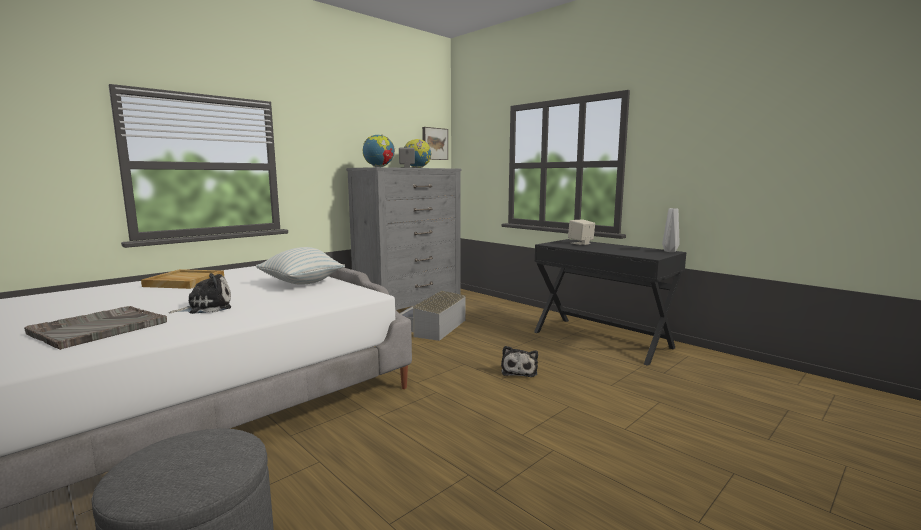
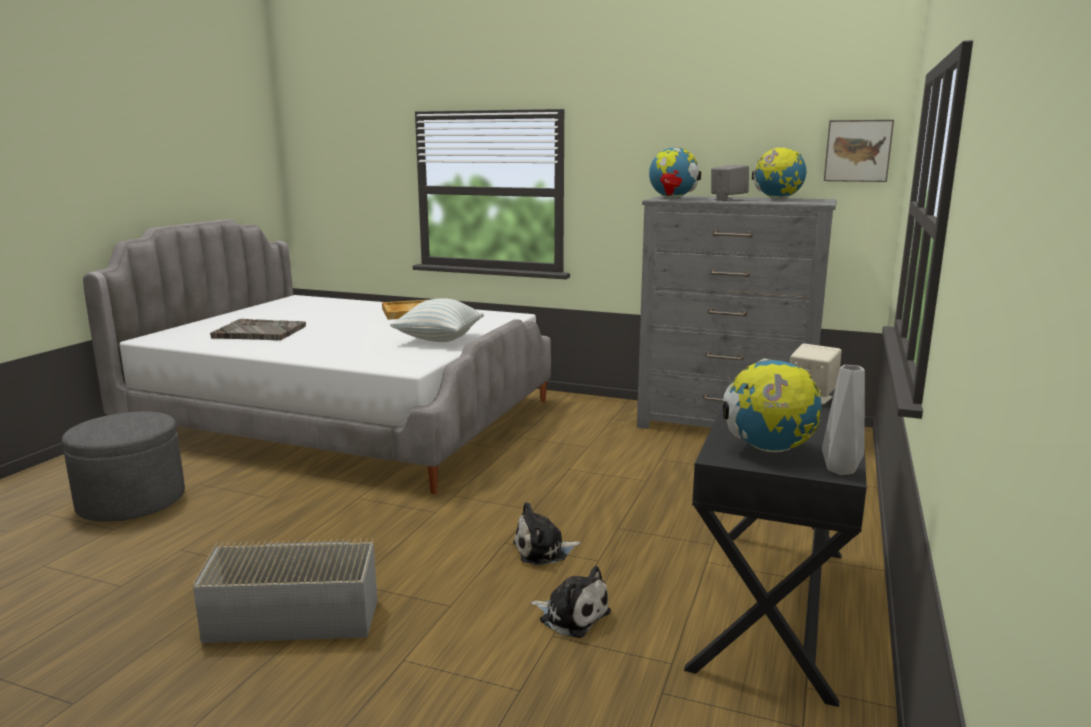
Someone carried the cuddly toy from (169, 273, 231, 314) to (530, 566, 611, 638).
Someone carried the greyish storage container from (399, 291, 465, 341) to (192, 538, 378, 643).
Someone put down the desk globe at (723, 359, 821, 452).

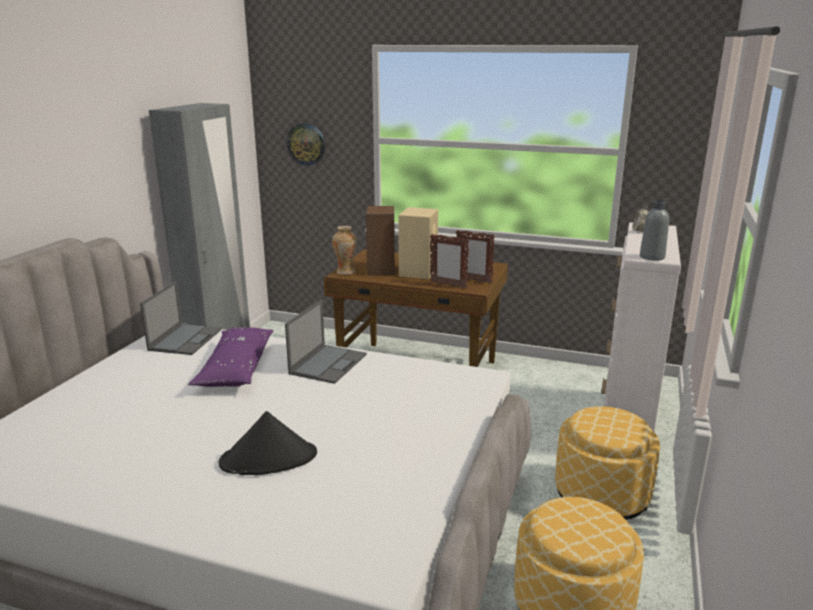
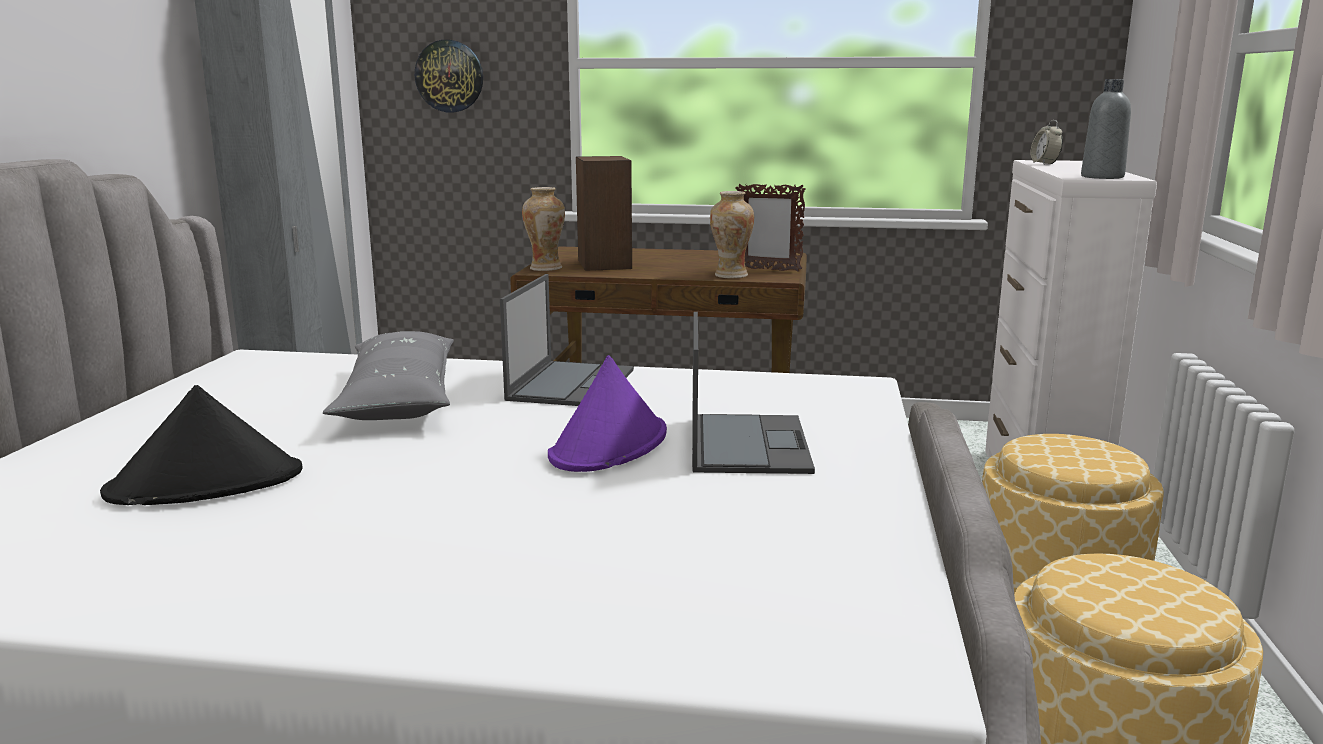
Someone took away the beige-coloured speaker at (398, 207, 438, 279).
Someone swapped the picture frame at (430, 234, 469, 289) for the decorative vase at (710, 191, 754, 278).
Someone carried the notebook computer from (140, 281, 222, 355) to (692, 312, 815, 474).
Someone repainted the purple-coloured throw pillow at (188, 327, 274, 387), which became the greyish throw pillow at (323, 331, 454, 420).
Someone carried the black-coloured clothing hat from (218, 411, 317, 475) to (100, 385, 302, 505).
Someone put down the purple-coloured clothing hat at (548, 355, 667, 472).

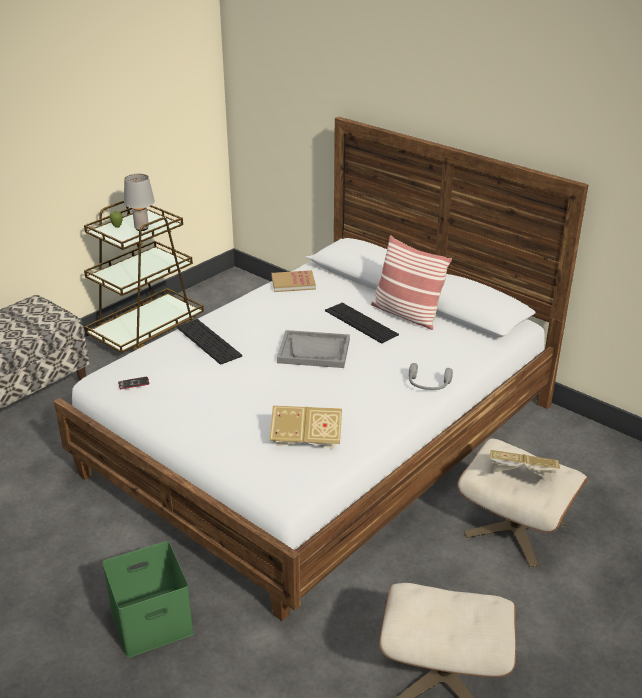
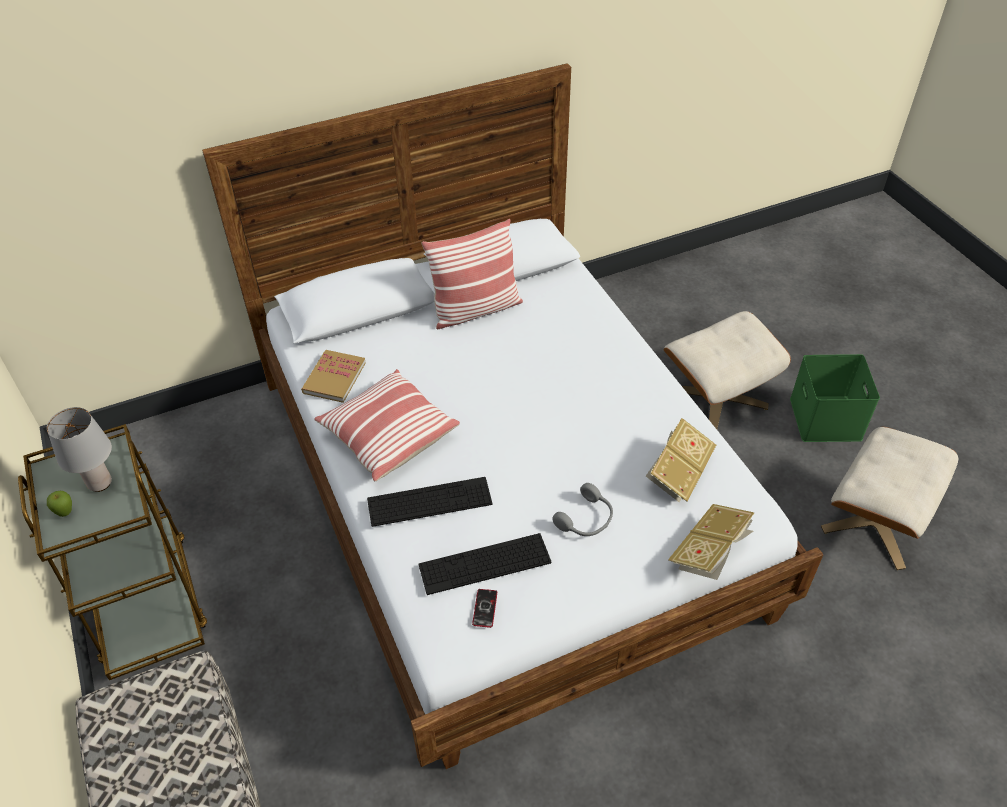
Someone carried the computer keyboard from (325, 303, 399, 344) to (418, 533, 551, 595).
Someone took away the greyish tray at (277, 330, 350, 368).
Someone carried the greyish pair of headphones from (409, 363, 453, 390) to (553, 483, 613, 536).
Someone carried the book from (489, 450, 560, 482) to (668, 504, 754, 580).
Someone carried the greenish storage container from (102, 541, 194, 658) to (790, 354, 880, 442).
Someone put down the throw pillow at (314, 369, 460, 481).

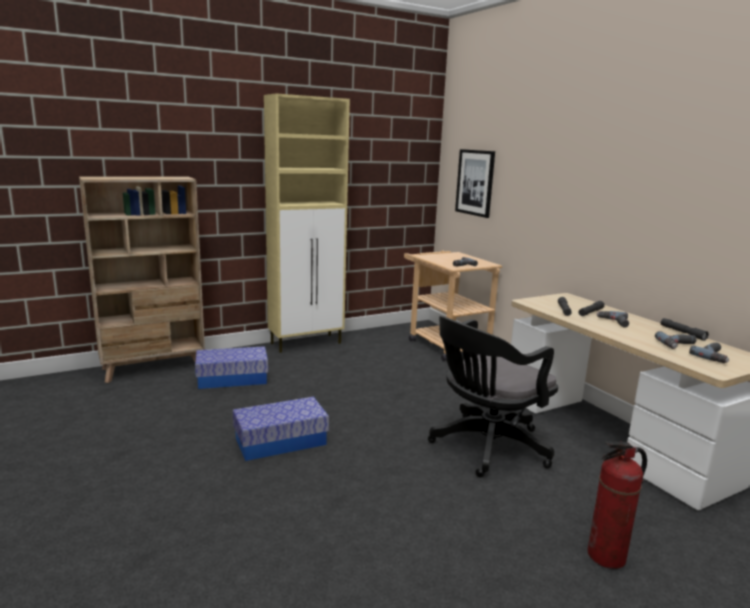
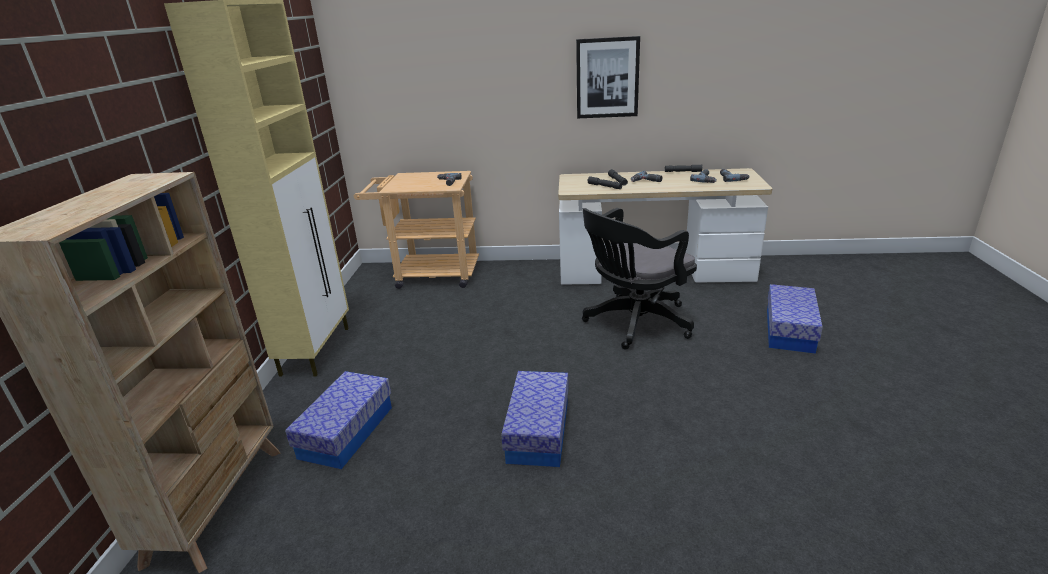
Someone carried the wall art from (455, 149, 495, 218) to (576, 36, 640, 119).
Someone rotated the black-coloured office chair at (428, 316, 558, 478) by 60 degrees clockwise.
Someone swapped the extinguisher at (587, 441, 647, 569) for the storage container at (767, 284, 823, 354).

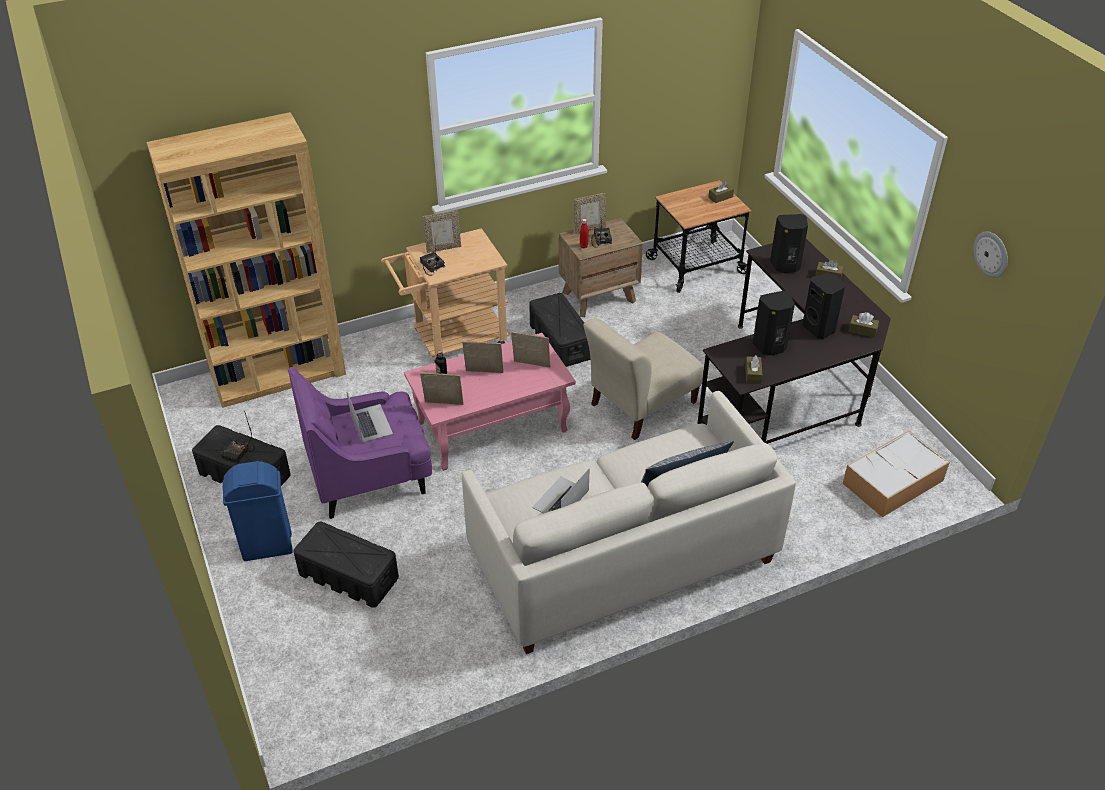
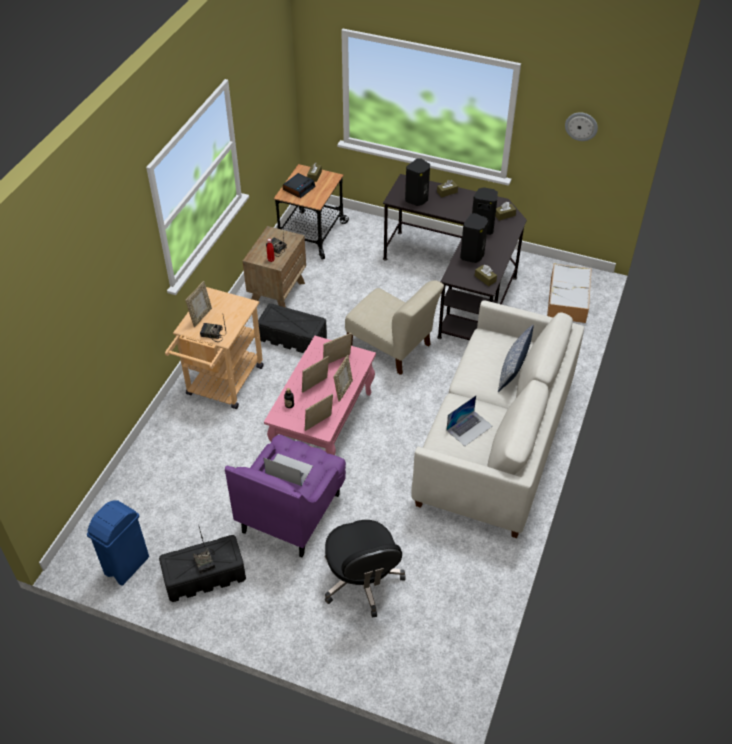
Someone took away the brown shelving unit at (147, 112, 346, 408).
Someone carried the picture frame from (574, 193, 606, 234) to (333, 355, 353, 402).
Someone rotated the beige-coloured plain chair at (583, 318, 704, 440) by 60 degrees counterclockwise.
Someone carried the blue waste bin from (223, 461, 293, 561) to (87, 501, 149, 586).
Someone rotated the notebook computer at (532, 468, 590, 514) by 120 degrees counterclockwise.
Someone swapped the black-coloured storage container at (293, 521, 399, 608) for the black-coloured office chair at (325, 520, 406, 617).
Someone put down the bedside clock at (283, 173, 315, 198).

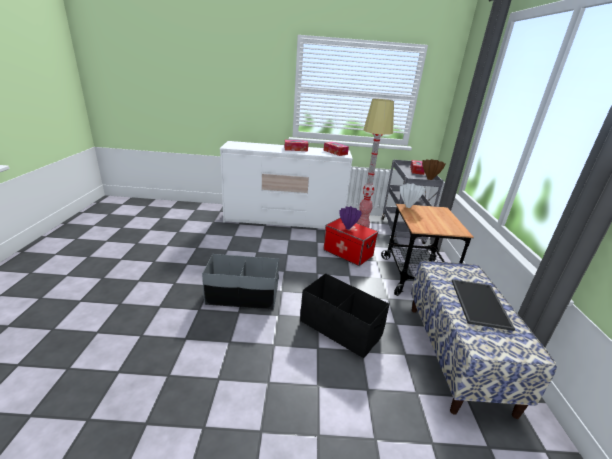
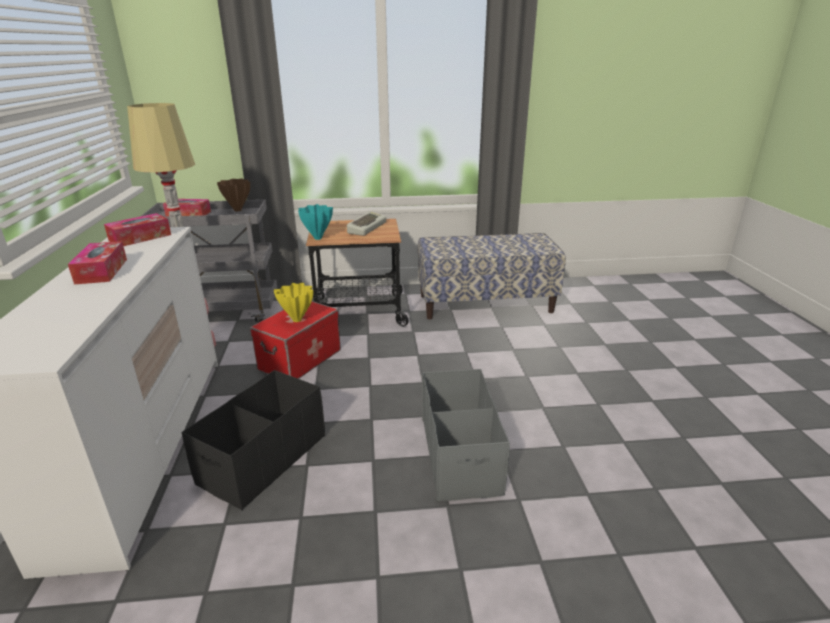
Someone repainted the white-coloured decorative vase at (400, 183, 425, 208), which became the blue-green decorative vase at (298, 204, 333, 240).
Someone repainted the purple-coloured decorative vase at (339, 206, 362, 229), which became the yellowish decorative vase at (274, 283, 314, 322).
Someone carried the black-coloured storage container from (300, 273, 389, 358) to (181, 370, 325, 510).
Someone took away the tray at (452, 279, 515, 331).
Someone put down the computer keyboard at (347, 212, 386, 236).

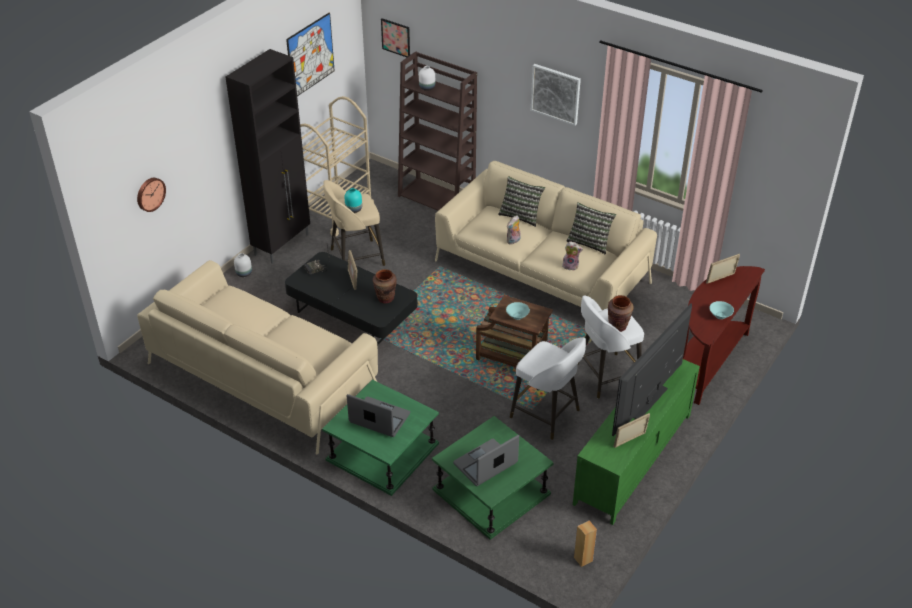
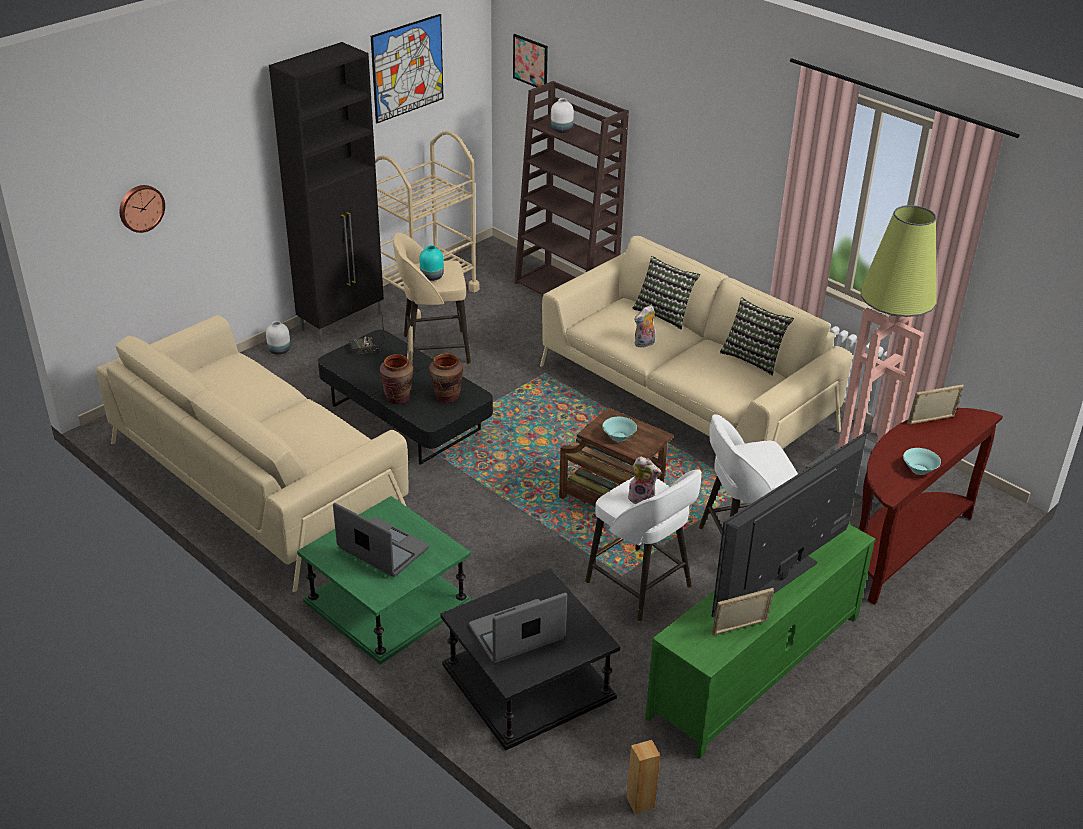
Someone took away the wall art at (531, 64, 581, 126).
Someone carried the cuddly toy from (562, 241, 583, 270) to (628, 456, 661, 504).
Someone carried the brown decorative vase from (608, 295, 634, 332) to (380, 354, 413, 404).
Someone repainted the greenish side table at (432, 416, 554, 540), which became the black-coloured side table at (440, 569, 620, 750).
Someone put down the standard lamp at (806, 205, 937, 508).

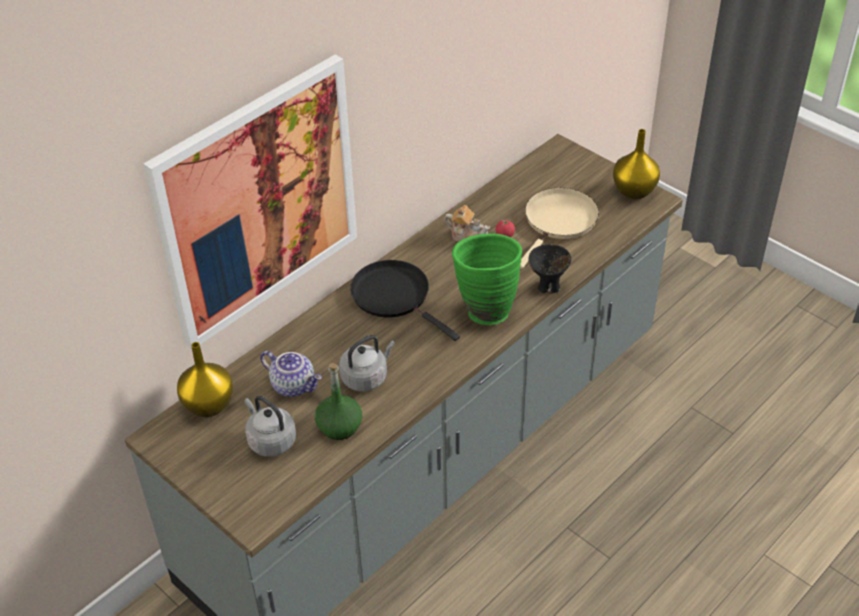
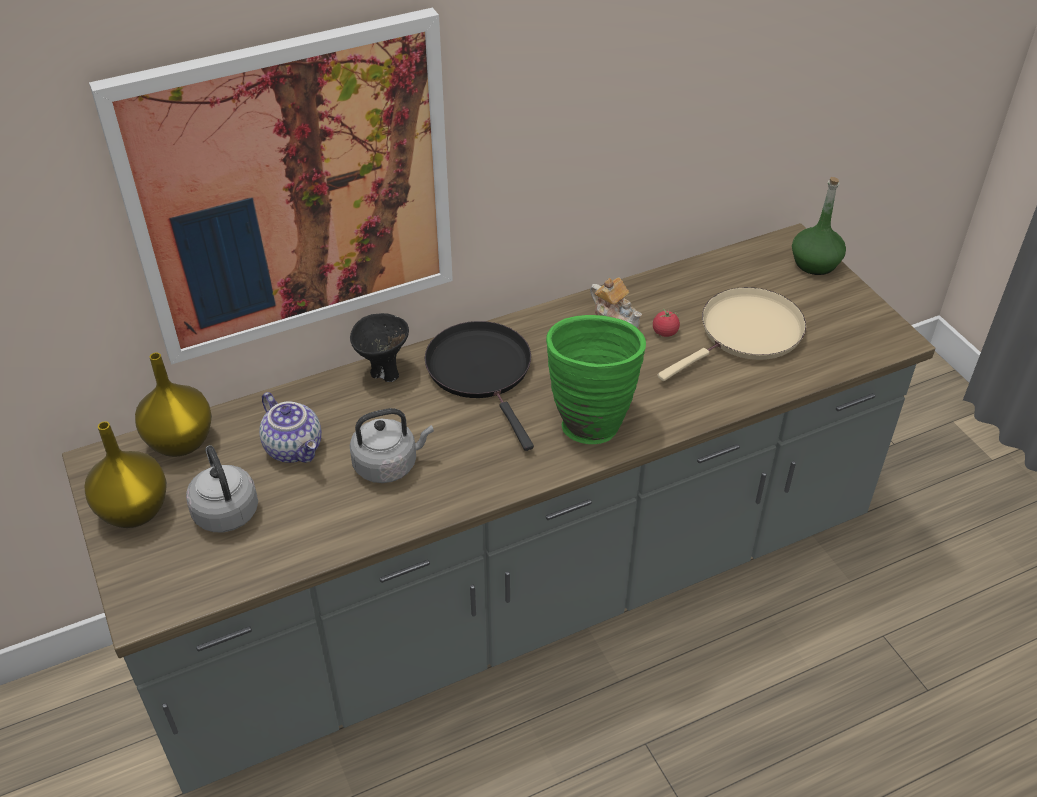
Someone carried the yellowish decorative vase from (613, 129, 660, 199) to (85, 421, 167, 528).
Someone carried the black-coloured bowl from (528, 244, 571, 293) to (350, 313, 409, 382).
Someone carried the greenish drink bottle from (315, 363, 362, 440) to (792, 177, 846, 275).

